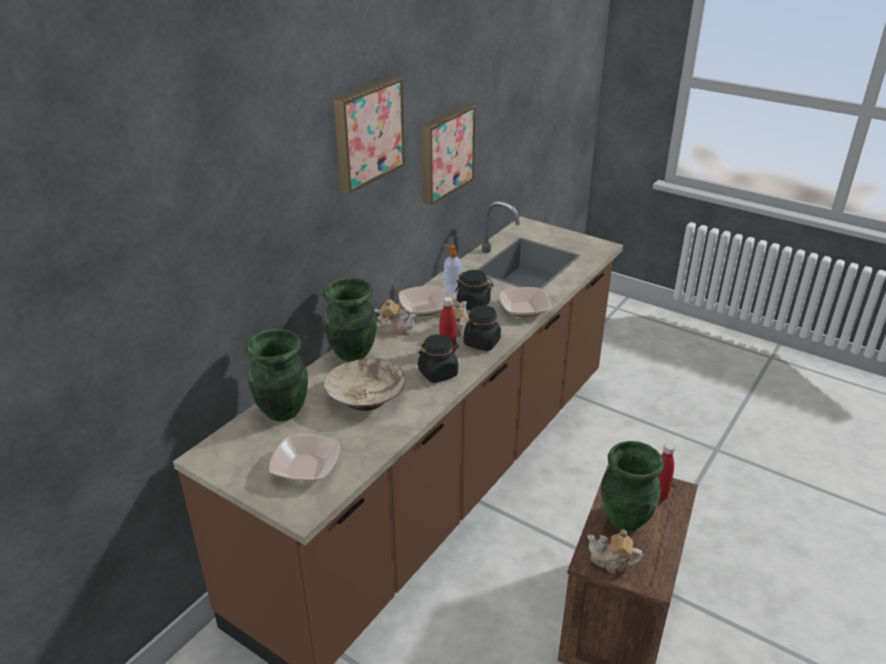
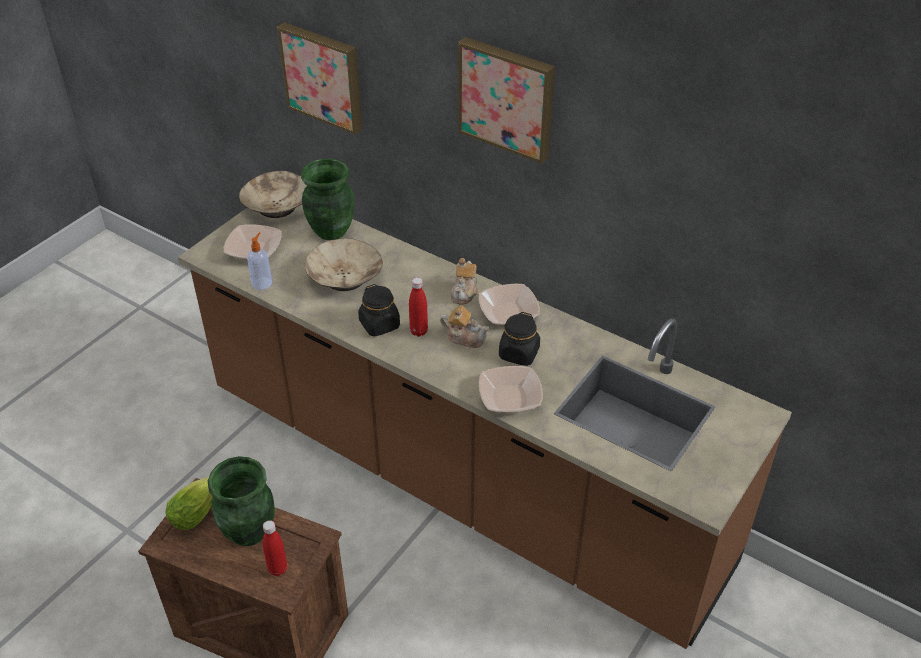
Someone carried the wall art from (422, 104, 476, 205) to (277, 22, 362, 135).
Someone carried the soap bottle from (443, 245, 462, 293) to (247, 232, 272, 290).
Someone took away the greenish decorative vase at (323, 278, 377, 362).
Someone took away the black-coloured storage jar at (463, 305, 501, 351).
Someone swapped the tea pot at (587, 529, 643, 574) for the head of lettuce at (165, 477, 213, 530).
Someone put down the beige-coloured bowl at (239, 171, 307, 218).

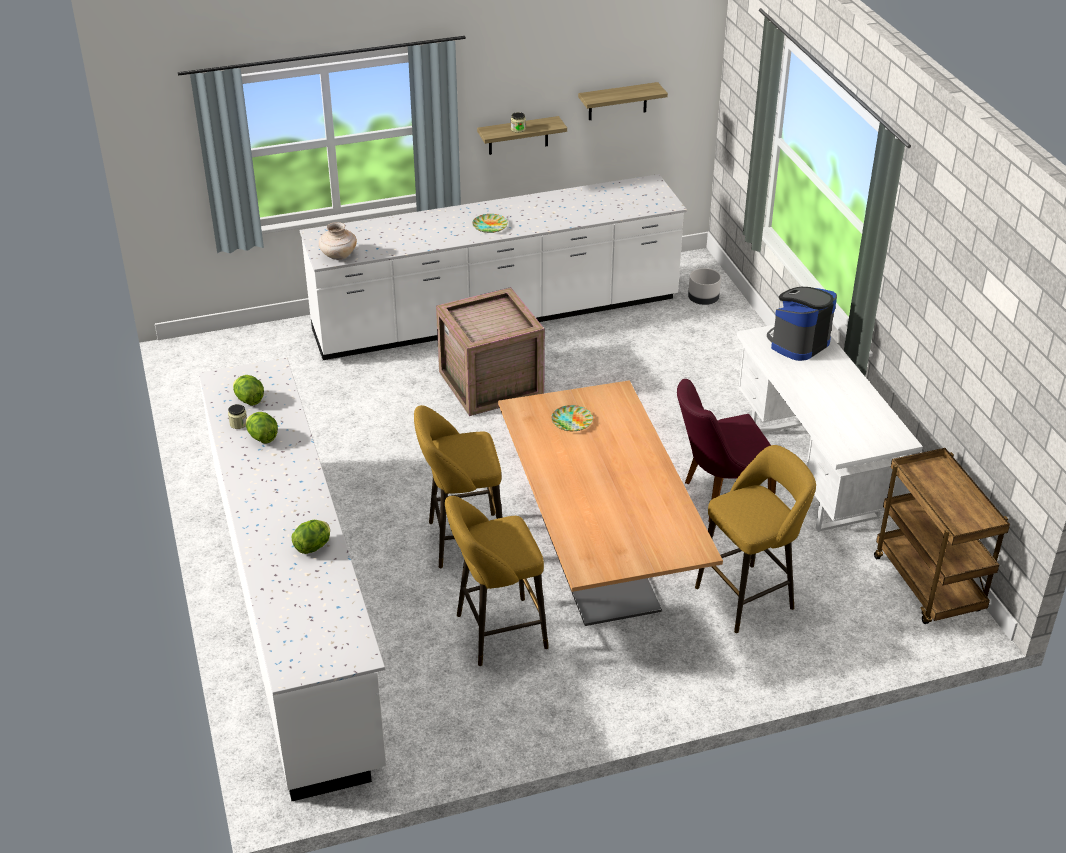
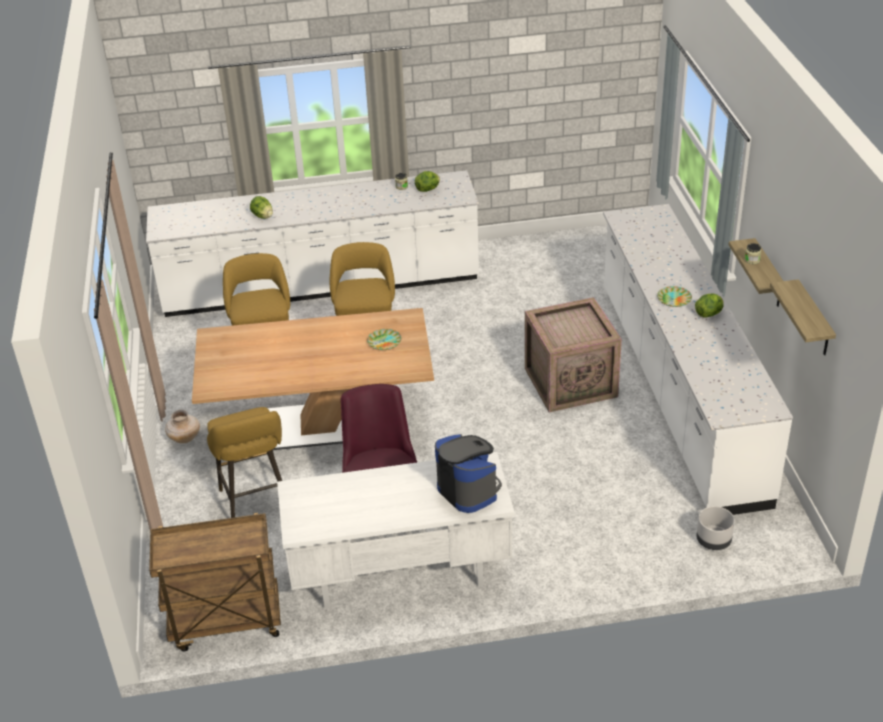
Someone carried the beige-coloured decorative vase from (319, 222, 357, 260) to (165, 410, 200, 443).
Someone carried the head of lettuce from (246, 412, 278, 444) to (695, 293, 724, 318).

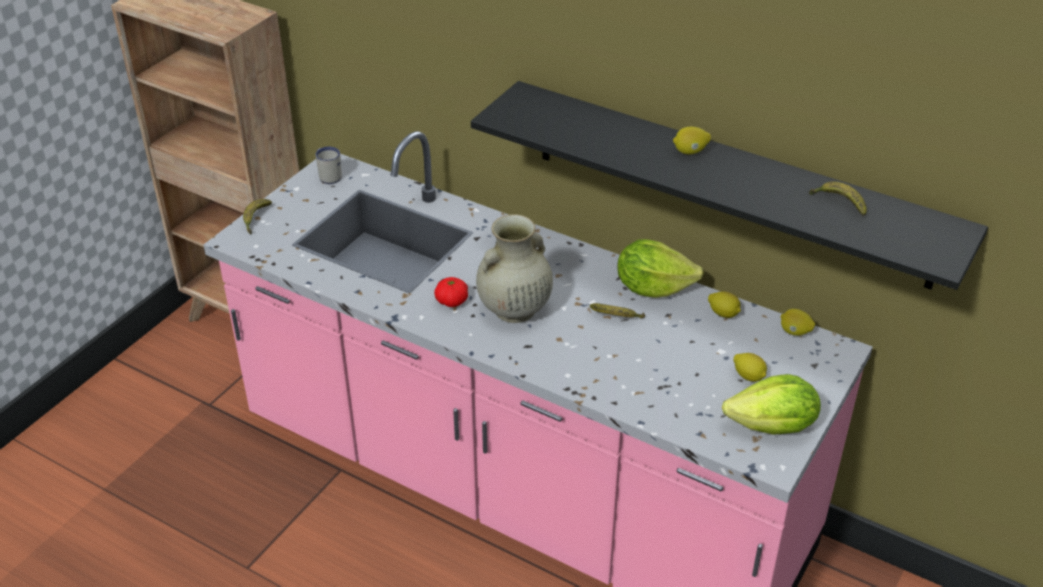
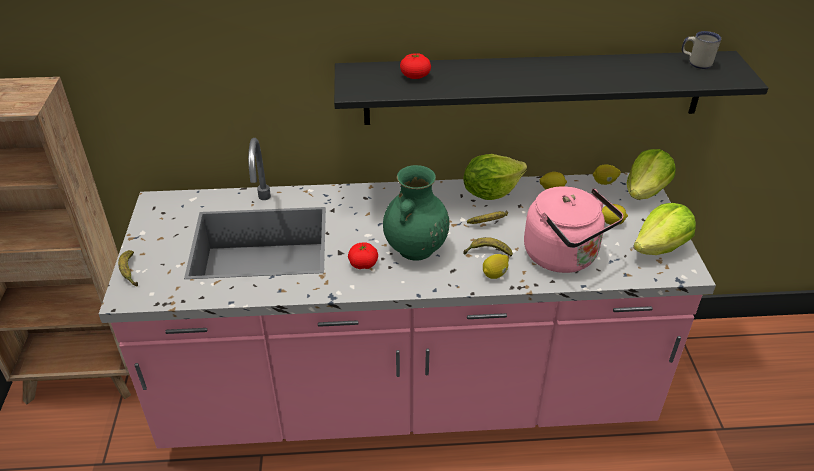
Someone carried the citrus fruit from (673, 127, 711, 155) to (483, 254, 509, 279).
Someone carried the white-coloured tea mug from (315, 147, 342, 184) to (682, 31, 721, 69).
Someone carried the whole banana from (809, 182, 867, 216) to (463, 237, 513, 256).
Someone repainted the beige-coloured decorative vase at (476, 214, 553, 323), which became the greenish decorative vase at (383, 165, 449, 261).
Someone put down the fresh tomato at (400, 53, 431, 79).
Someone put down the head of lettuce at (627, 149, 676, 199).
Someone put down the pink tea kettle at (524, 186, 623, 273).

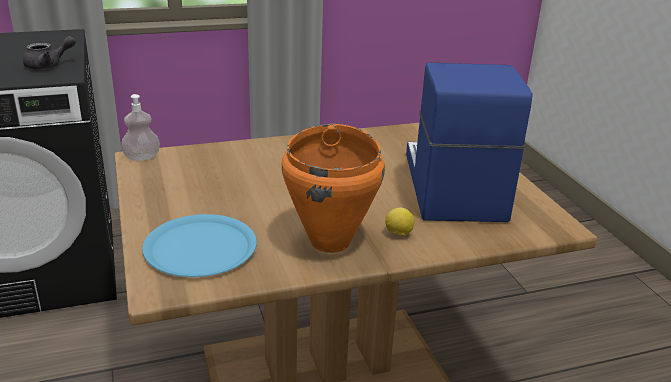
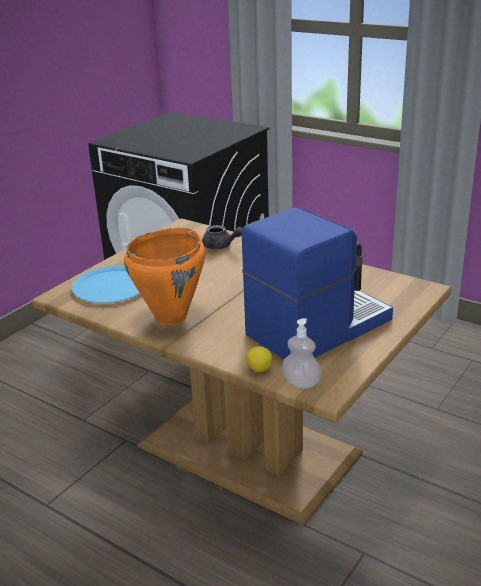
Someone carried the greyish tea pot from (23, 36, 76, 69) to (202, 225, 243, 249).
Someone carried the soap bottle from (121, 94, 160, 161) to (282, 318, 322, 389).
Someone carried the citrus fruit from (385, 207, 414, 235) to (246, 346, 272, 372).

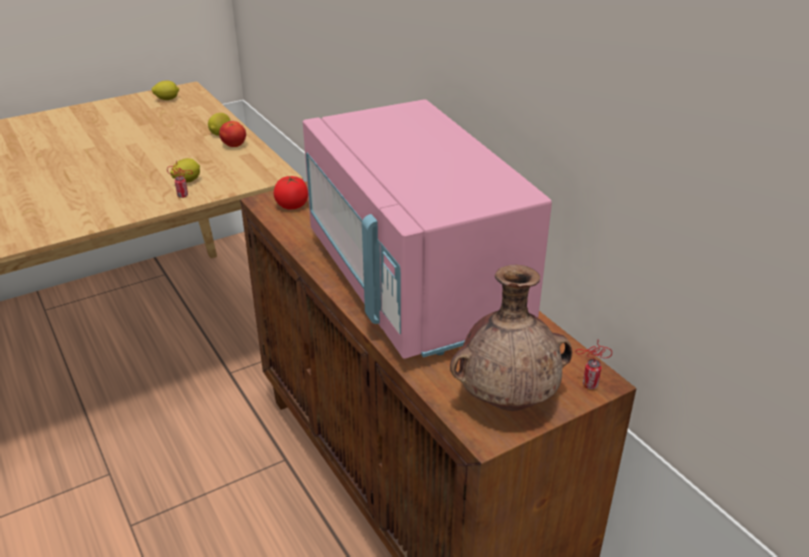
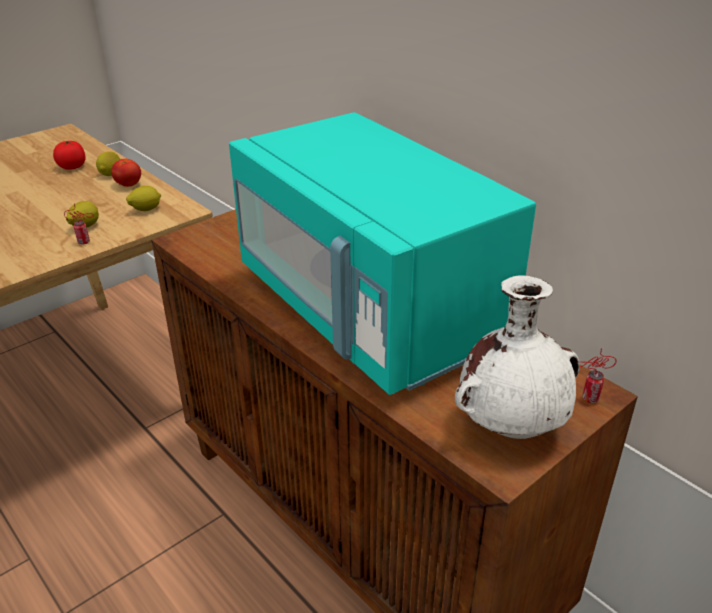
Someone carried the citrus fruit from (152, 80, 179, 100) to (126, 186, 161, 211).
Someone repainted the pink kitchen microwave at (303, 99, 552, 359), which became the blue-green kitchen microwave at (229, 112, 536, 395).
Someone carried the fresh tomato from (273, 176, 308, 209) to (53, 141, 86, 170).
Someone repainted the brown decorative vase at (450, 265, 572, 411), which became the white-coloured decorative vase at (455, 276, 580, 439).

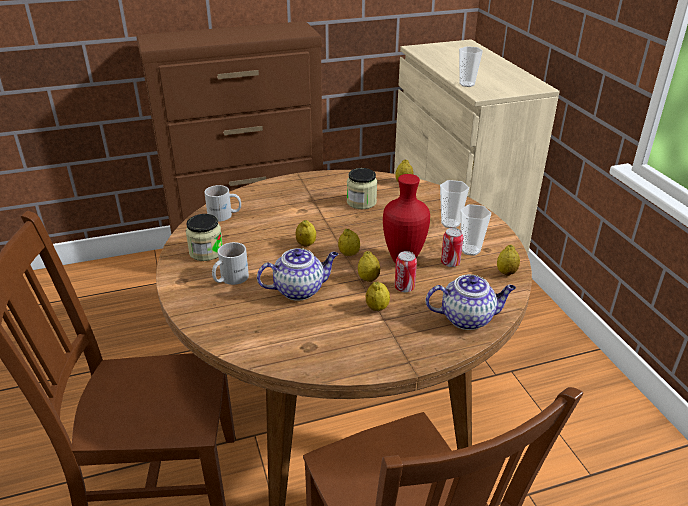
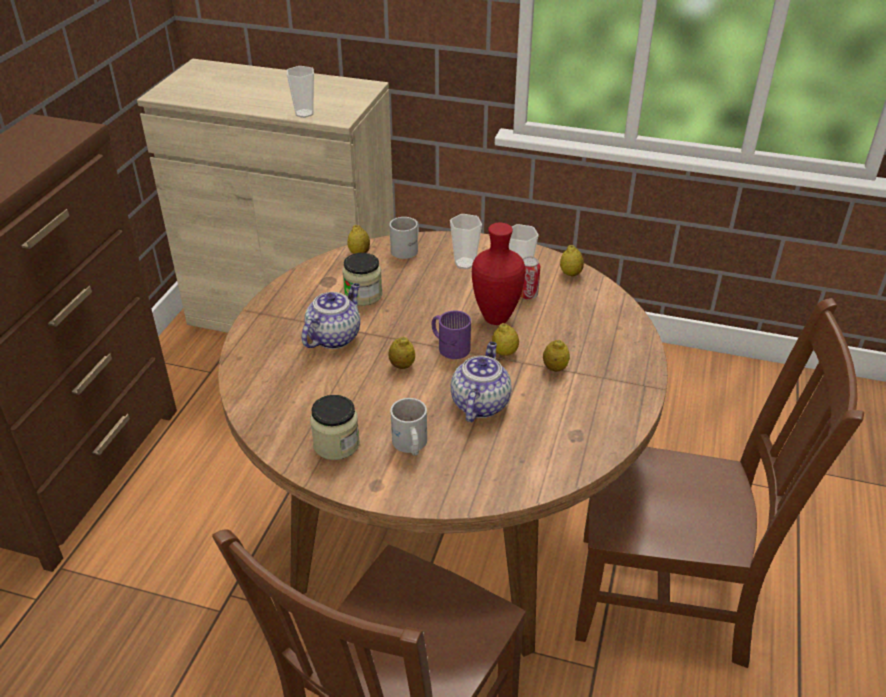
Someone carried the white-coloured tea mug from (204, 185, 241, 222) to (390, 217, 419, 259).
Someone swapped the citrus fruit at (338, 229, 360, 256) for the purple-coloured tea mug at (432, 311, 471, 359).
Someone took away the sealed can at (395, 251, 417, 292).
Someone carried the tea pot from (426, 274, 516, 330) to (301, 283, 360, 349).

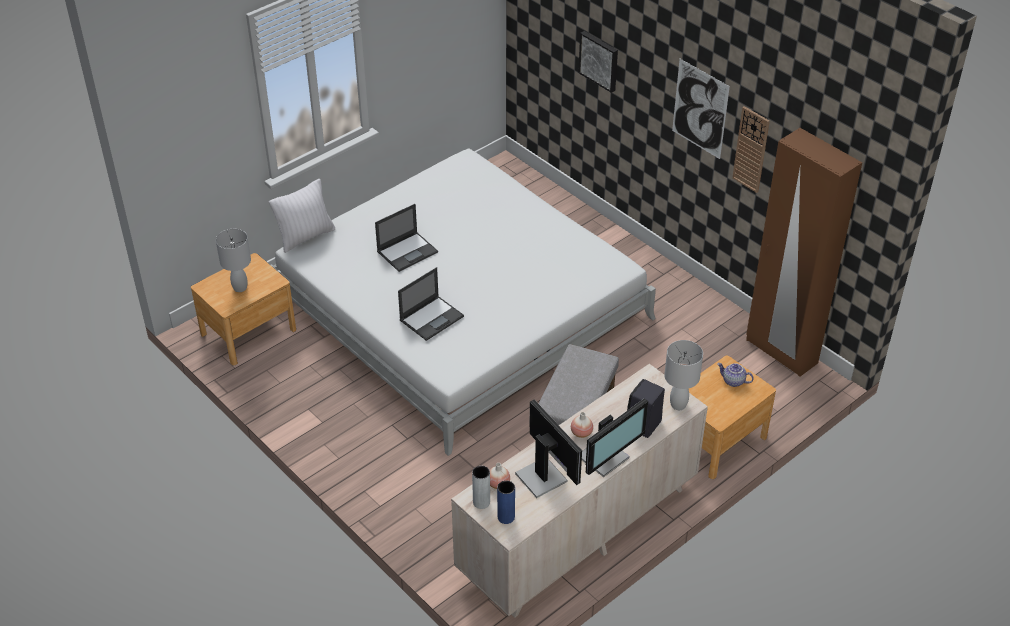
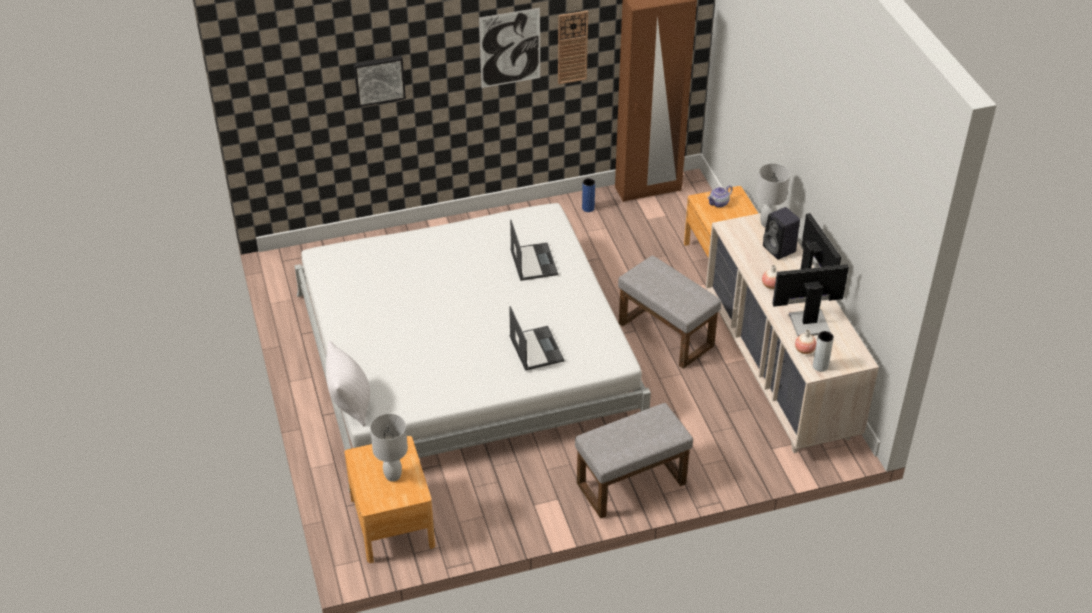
Someone carried the notebook computer from (375, 204, 438, 272) to (510, 220, 558, 281).
Someone carried the blue decorative vase from (497, 480, 515, 524) to (582, 178, 595, 212).
Someone put down the greyish ottoman at (575, 403, 693, 519).

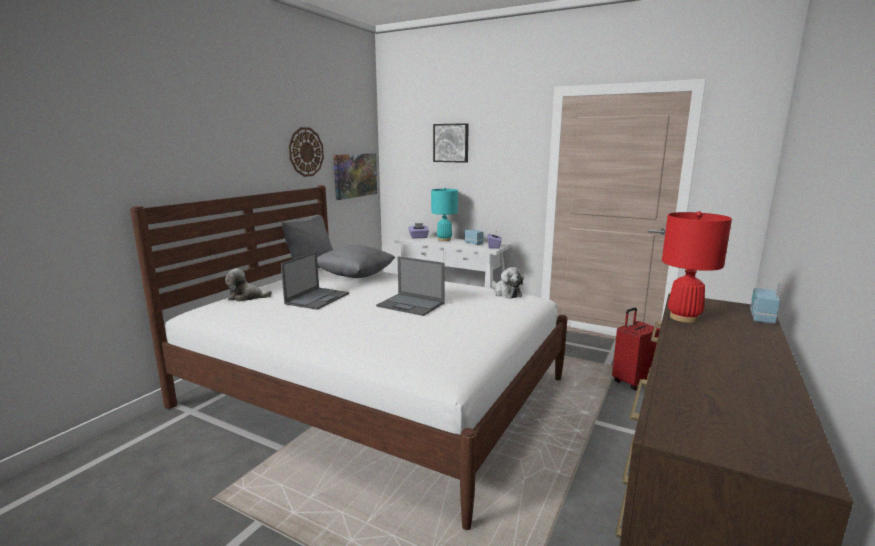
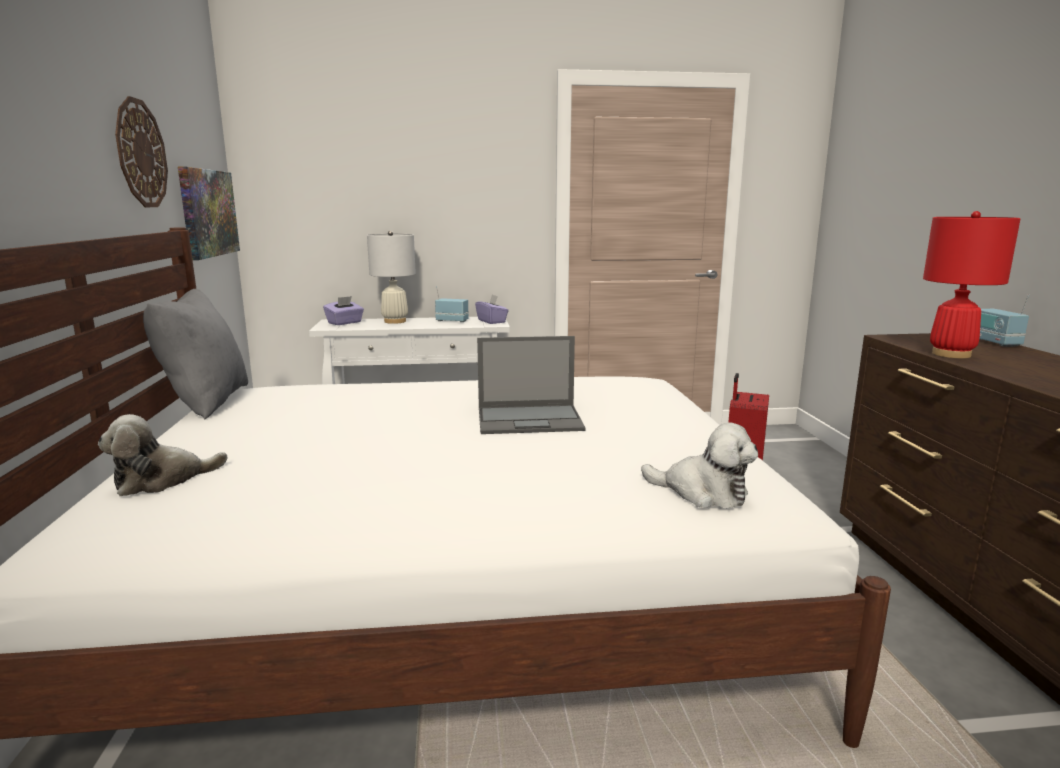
Someone took away the wall art at (433, 123, 469, 163).
Someone repainted the blue-green tabletop lamp at (431, 188, 458, 241), which became the white-coloured tabletop lamp at (367, 231, 416, 324).
Someone took away the greyish throw pillow at (317, 244, 395, 278).
Someone took away the notebook computer at (281, 252, 349, 310).
Someone carried the cuddly toy from (492, 267, 524, 298) to (641, 423, 758, 508).

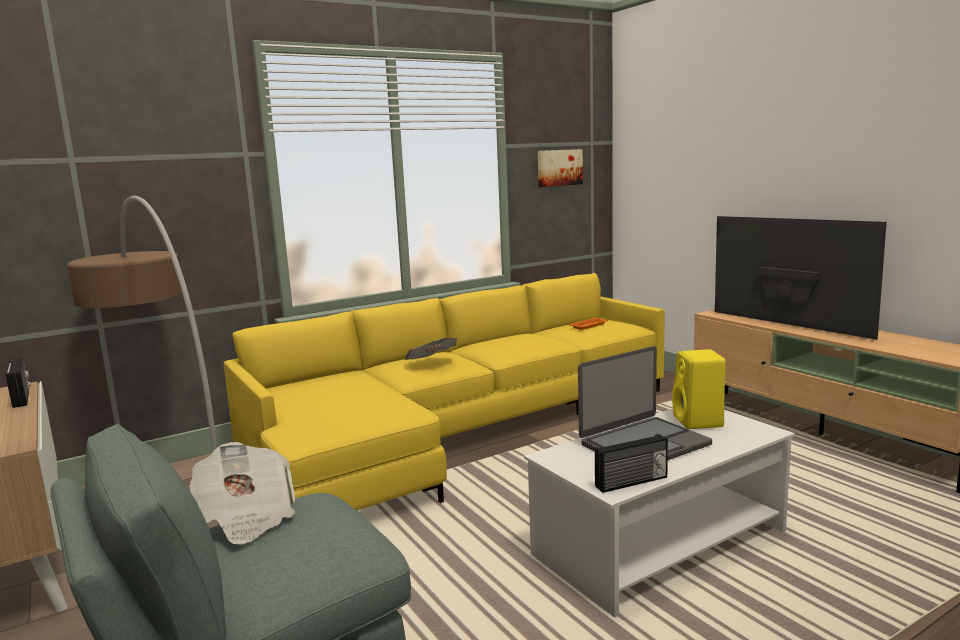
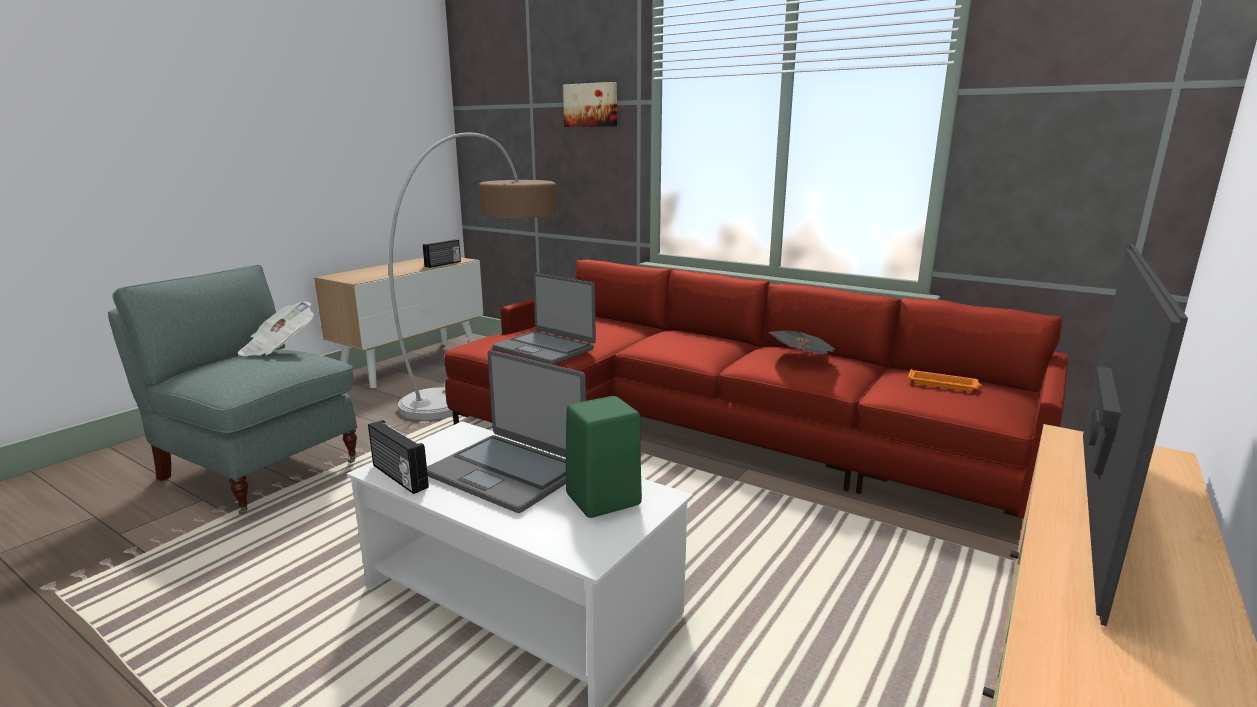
Someone carried the wall art from (538, 149, 583, 187) to (563, 82, 617, 127).
Someone repainted the yellowish sofa at (224, 273, 665, 511), which became the reddish sofa at (444, 259, 1068, 519).
Someone carried the printed paper from (405, 338, 457, 360) to (768, 331, 835, 354).
Someone repainted the yellowish speaker at (672, 349, 726, 429), which became the greenish speaker at (566, 396, 642, 518).
Someone put down the notebook computer at (492, 273, 596, 365).

